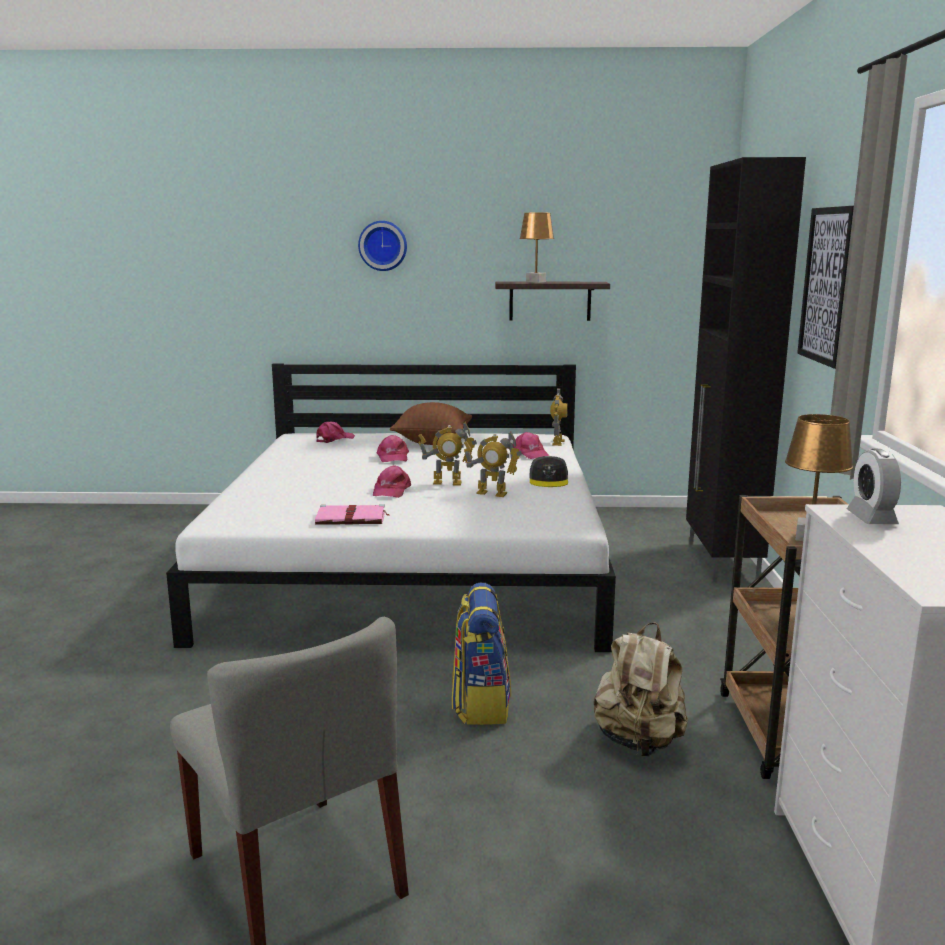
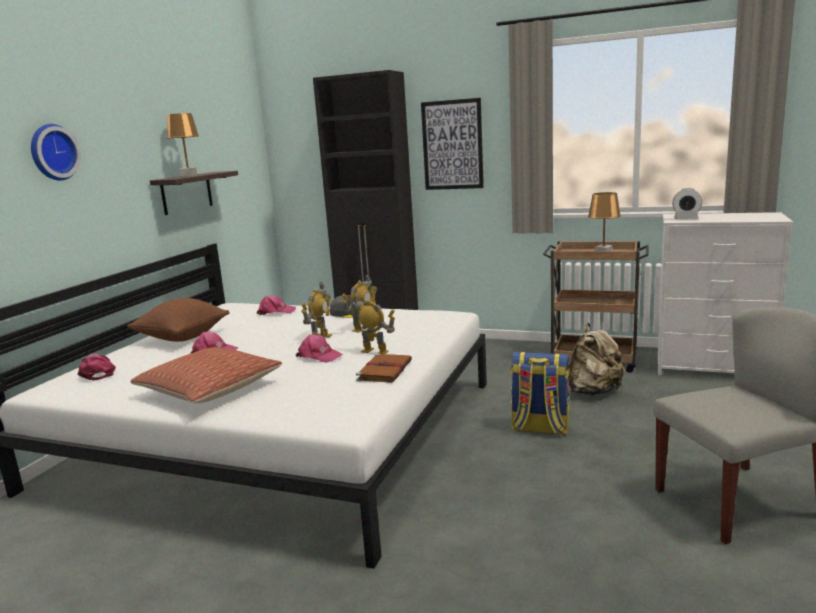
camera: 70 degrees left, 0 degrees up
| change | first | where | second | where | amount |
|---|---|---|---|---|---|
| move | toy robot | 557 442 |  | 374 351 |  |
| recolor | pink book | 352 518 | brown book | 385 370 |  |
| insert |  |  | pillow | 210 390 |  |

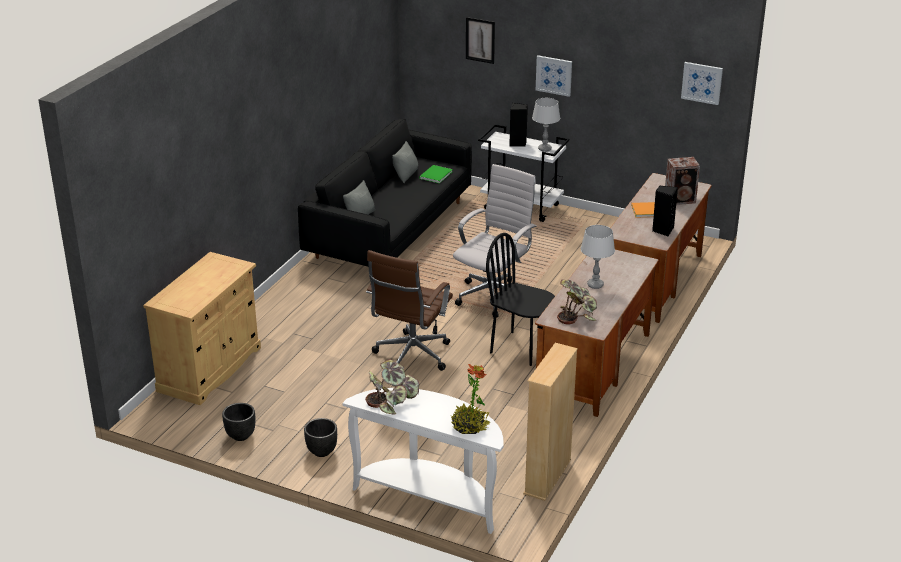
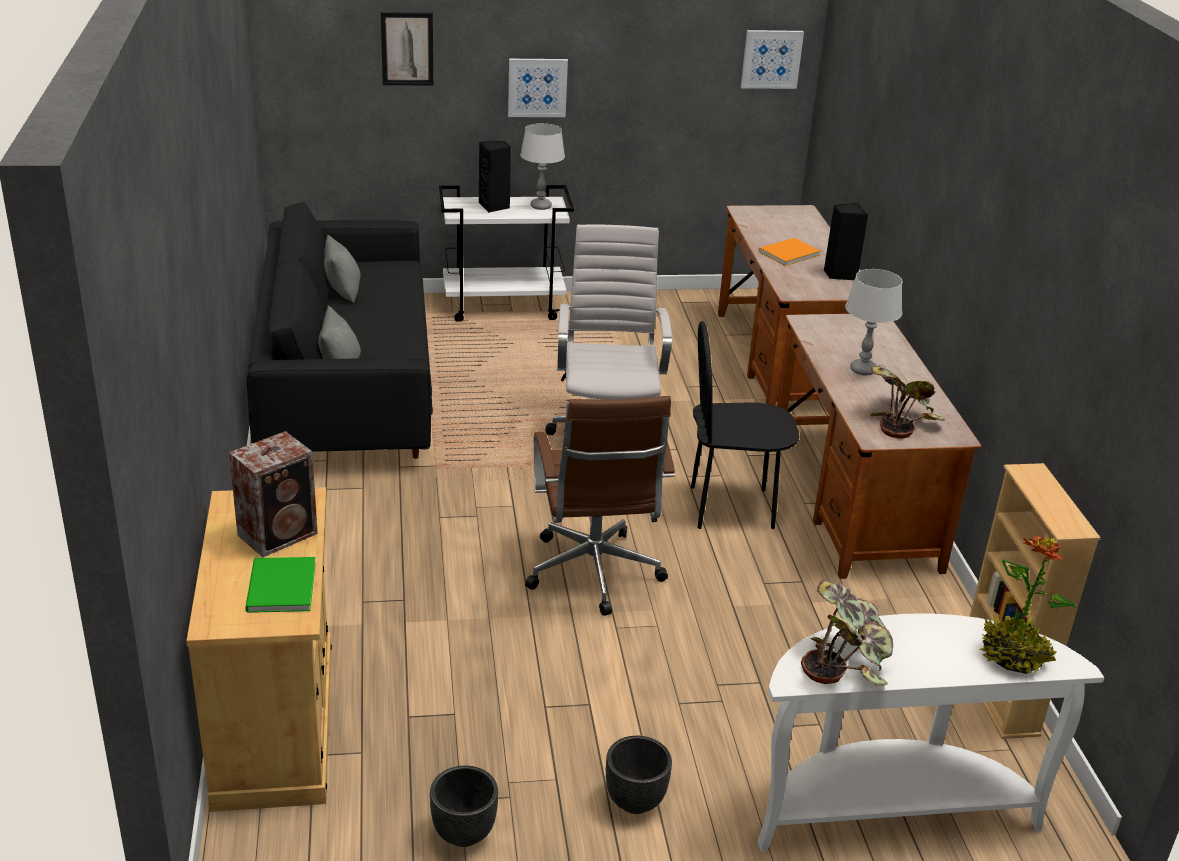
camera: 35 degrees left, 0 degrees up
| change | first | where | second | where | amount |
|---|---|---|---|---|---|
| move | speaker | 681 199 |  | 280 534 |  |
| move | green book | 434 175 |  | 279 589 |  |

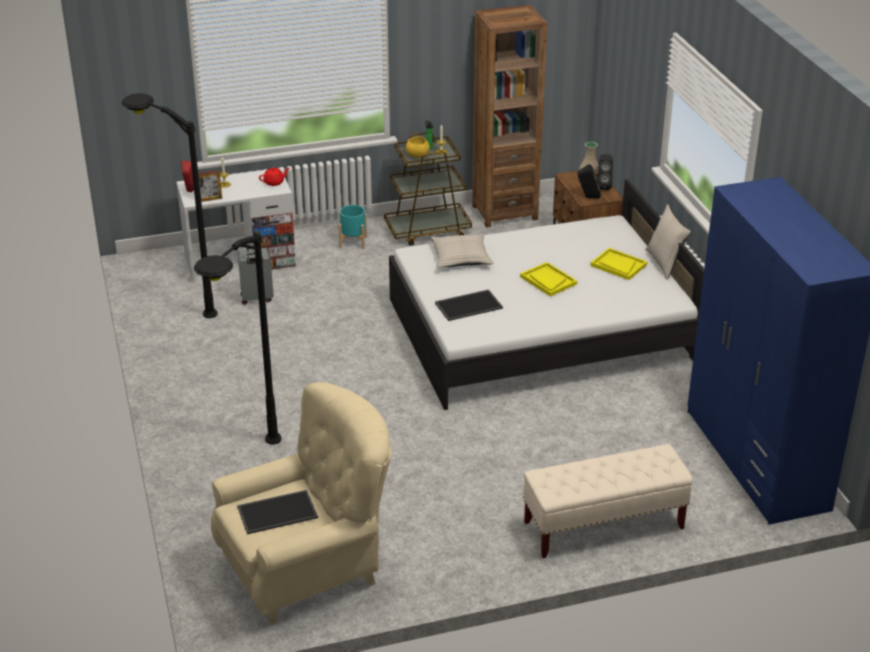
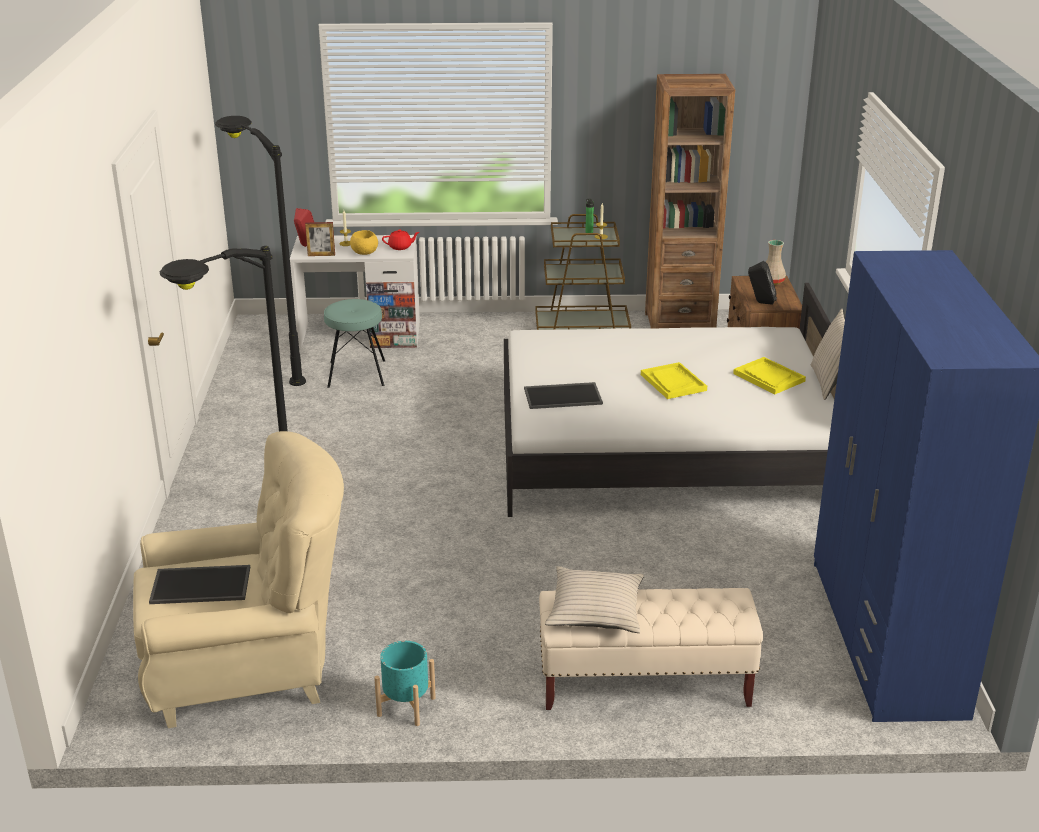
camera: 15 degrees right, 5 degrees down
| change | first | where | second | where | amount |
|---|---|---|---|---|---|
| move | yellow bowl | 417 155 |  | 364 253 |  |
| delete | black speaker | 603 186 |  |  |  |
| move | turquoise planter | 353 242 |  | 406 706 |  |
| move | beige pillow | 461 257 |  | 595 610 |  |
| replace | grey suitcase | 257 298 | turquoise stool | 356 374 |  |

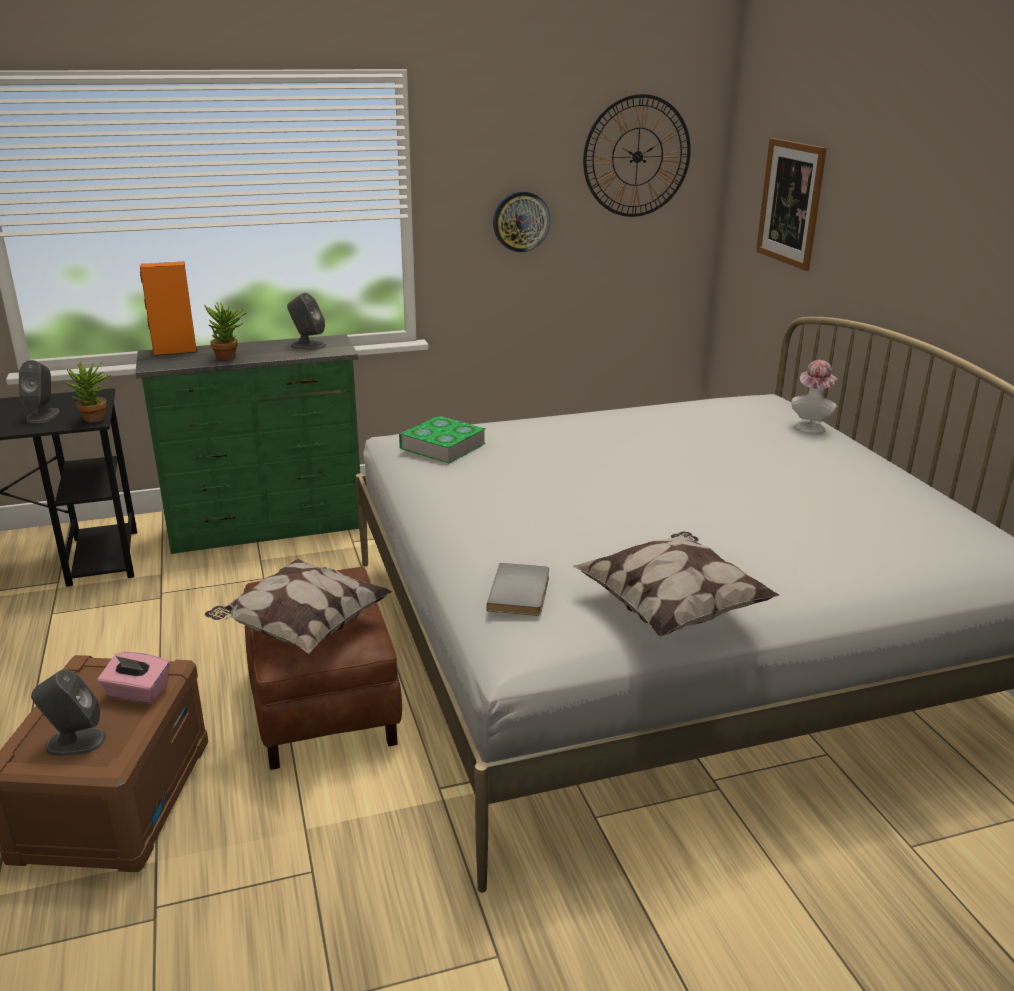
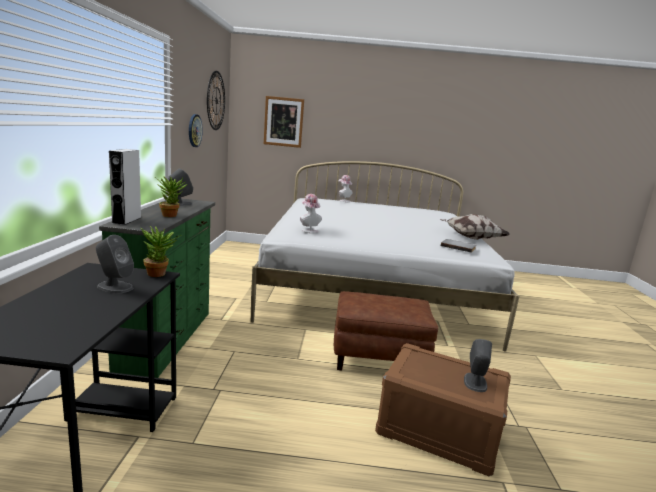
camera: 70 degrees left, 10 degrees down
| change | first | where | second | where | amount |
|---|---|---|---|---|---|
| recolor | orange speaker | 175 351 | grey speaker | 127 220 |  |
| replace | book | 442 446 | hat | 308 230 |  |
| delete | pillow | 302 629 |  |  |  |
| delete | pink tissue box | 137 693 |  |  |  |

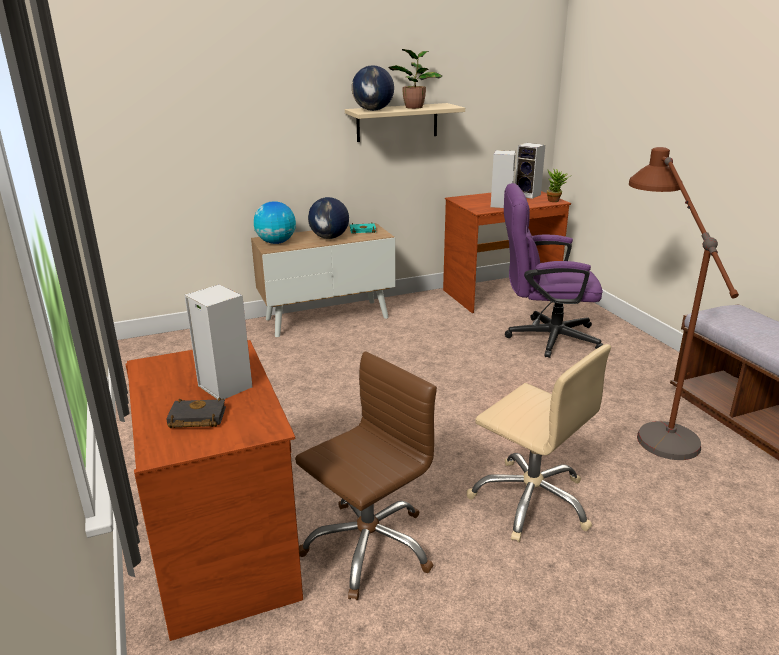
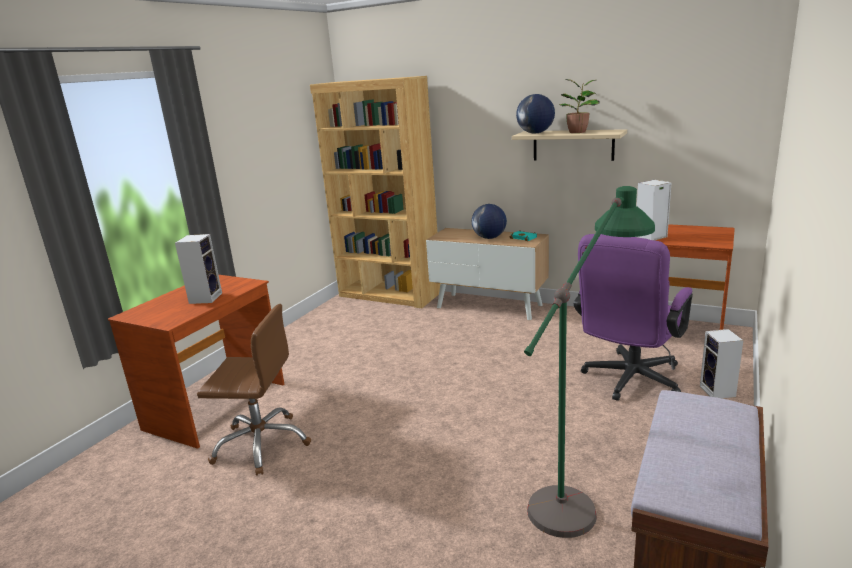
camera: 50 degrees right, 5 degrees down
| change | first | where | second | where | amount |
|---|---|---|---|---|---|
| move | speaker | 528 195 |  | 718 392 |  |
| recolor | brown floor lamp | 648 418 | green floor lamp | 584 485 |  |
| delete | potted plant | 555 201 |  |  |  |
| rotate | purple office chair | 544 337 |  | 628 381 | 105 degrees counterclockwise |
| delete | globe | 276 242 |  |  |  |
| delete | beige office chair | 531 500 |  |  |  |
| delete | black book | 195 419 |  |  |  |
| insert |  |  | brown bookcase | 389 294 |  |

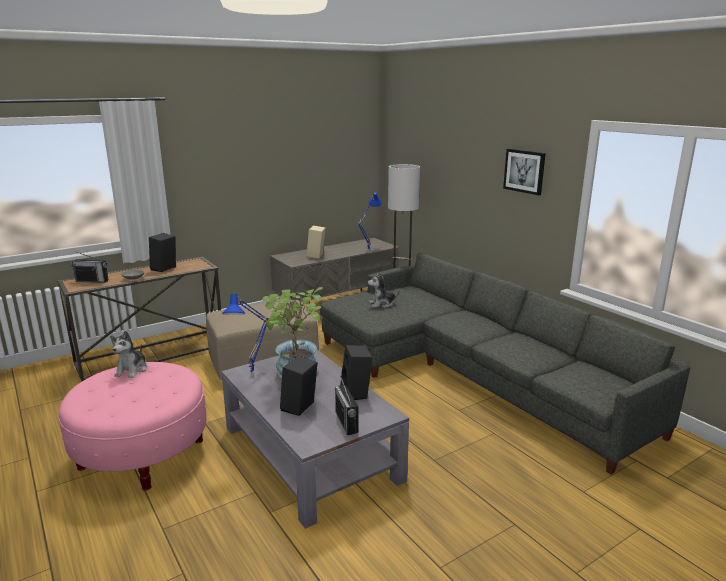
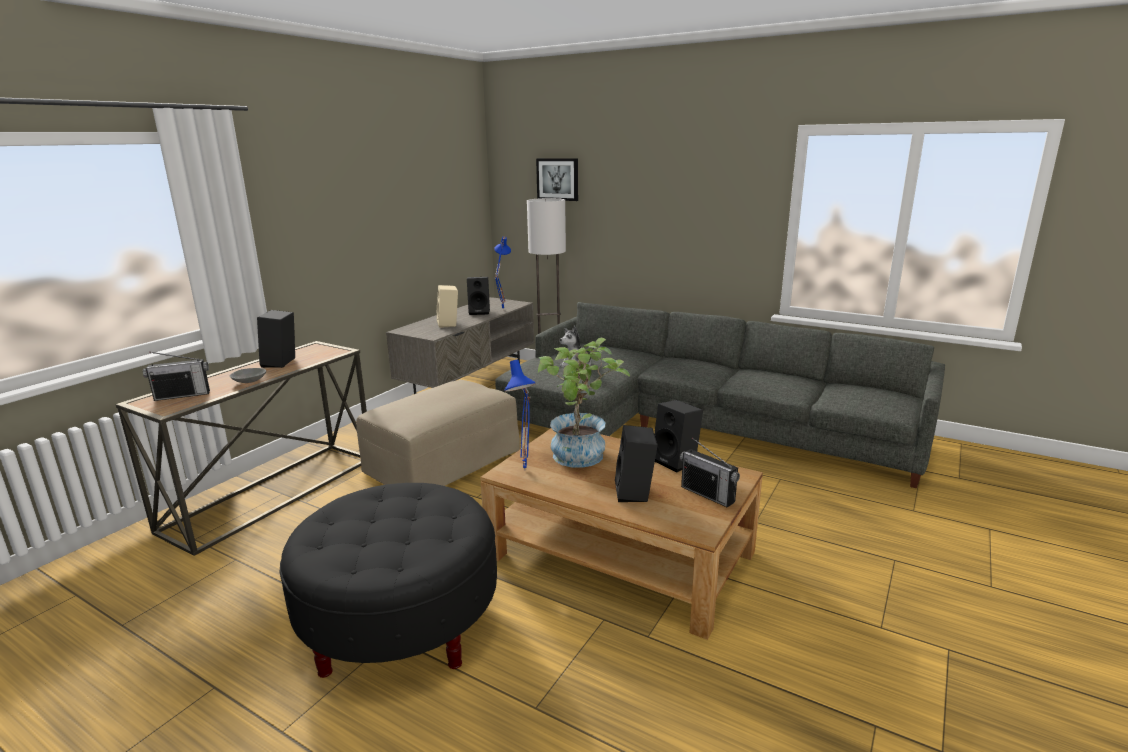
camera: 25 degrees left, 0 degrees up
| change | first | where | second | where | amount |
|---|---|---|---|---|---|
| move | picture | 524 171 |  | 558 179 |  |
| delete | plush toy | 132 370 |  |  |  |
| recolor | grey coffee table | 310 453 | brown coffee table | 621 554 |  |
| recolor | pink ottoman | 142 454 | black ottoman | 401 623 |  |
| insert |  |  | black speaker | 480 312 |  |

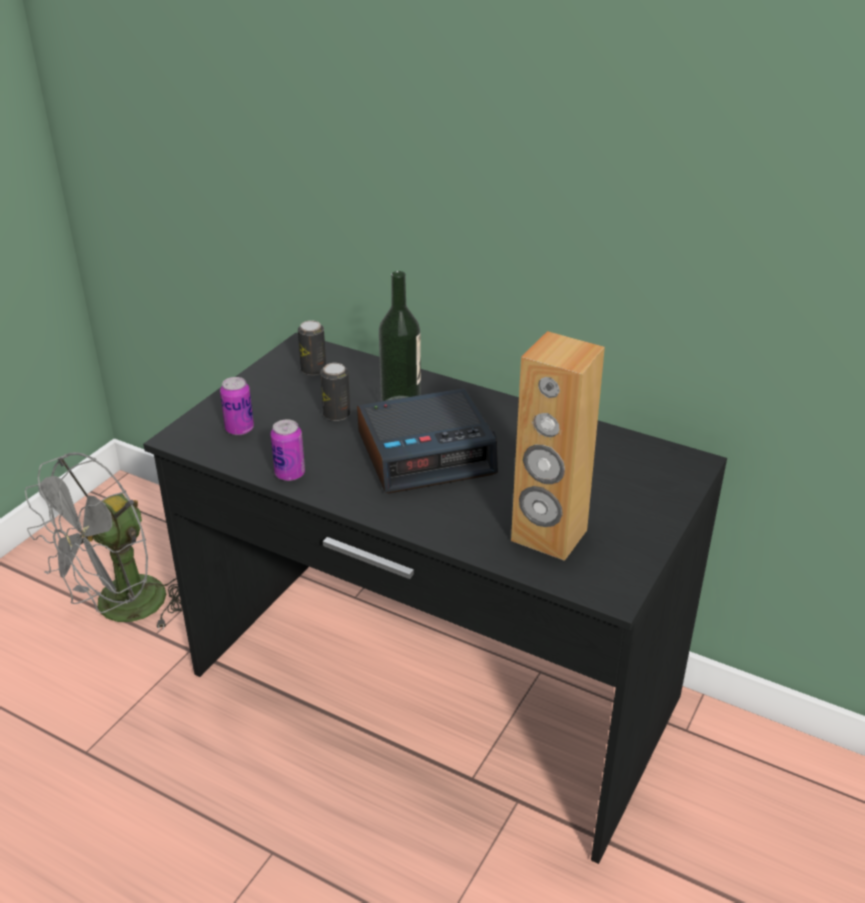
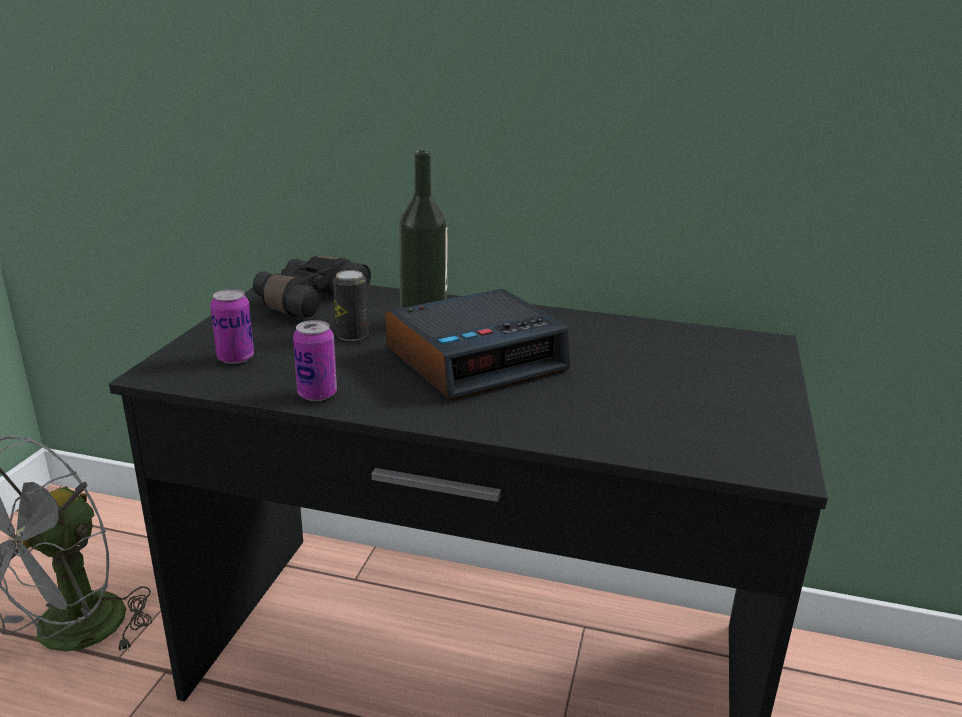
camera: 15 degrees left, 10 degrees down
| change | first | where | second | where | amount |
|---|---|---|---|---|---|
| replace | can | 313 370 | black binoculars | 307 301 |  |
| delete | brown speaker | 548 536 |  |  |  |

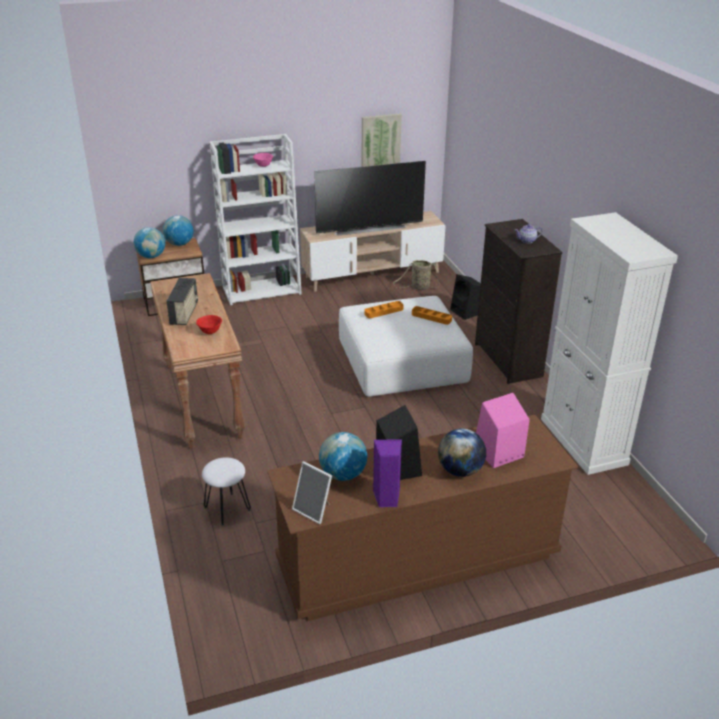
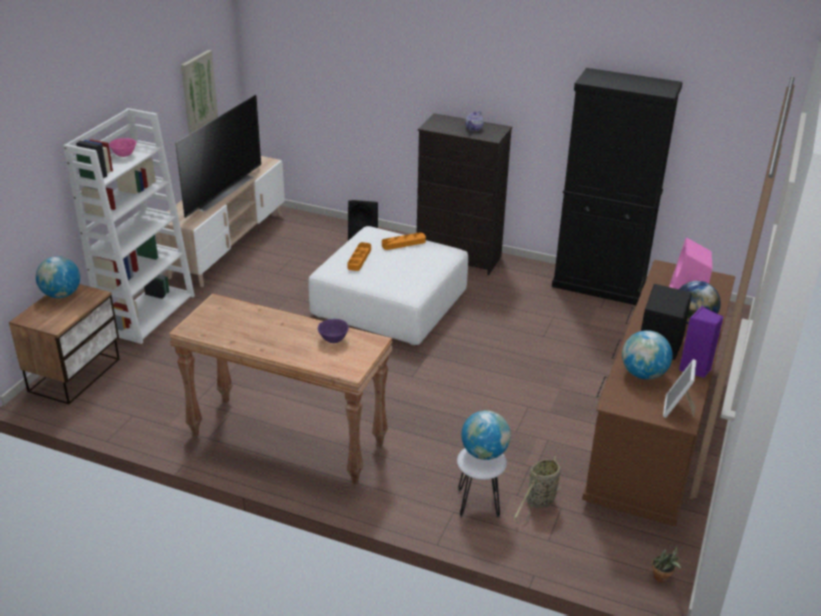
camera: 50 degrees left, 0 degrees up
| change | first | where | second | where | amount |
|---|---|---|---|---|---|
| recolor | white cabinet | 583 441 | black cabinet | 599 285 |  |
| move | globe | 151 256 |  | 484 453 |  |
| move | basket | 419 287 |  | 539 502 |  |
| delete | radio | 184 314 |  |  |  |
| recolor | red bowl | 210 332 | purple bowl | 333 340 |  |
| rotate | picture frame | 314 510 |  | 678 409 | 120 degrees clockwise |
| insert |  |  | potted plant | 662 578 |  |

